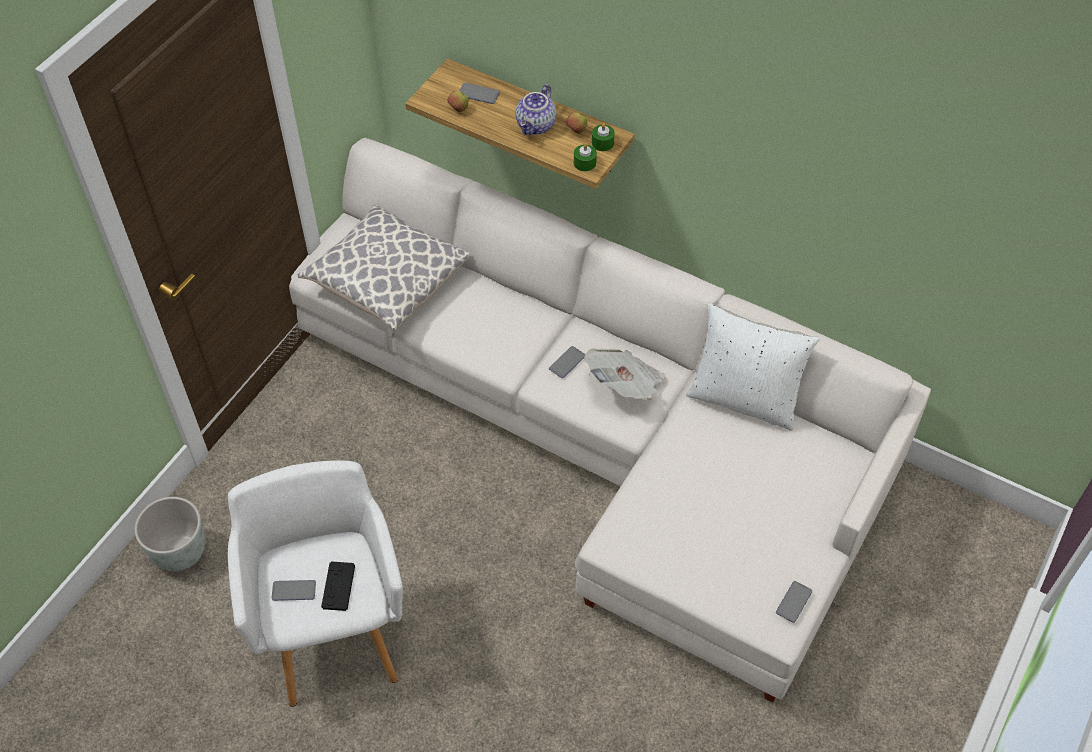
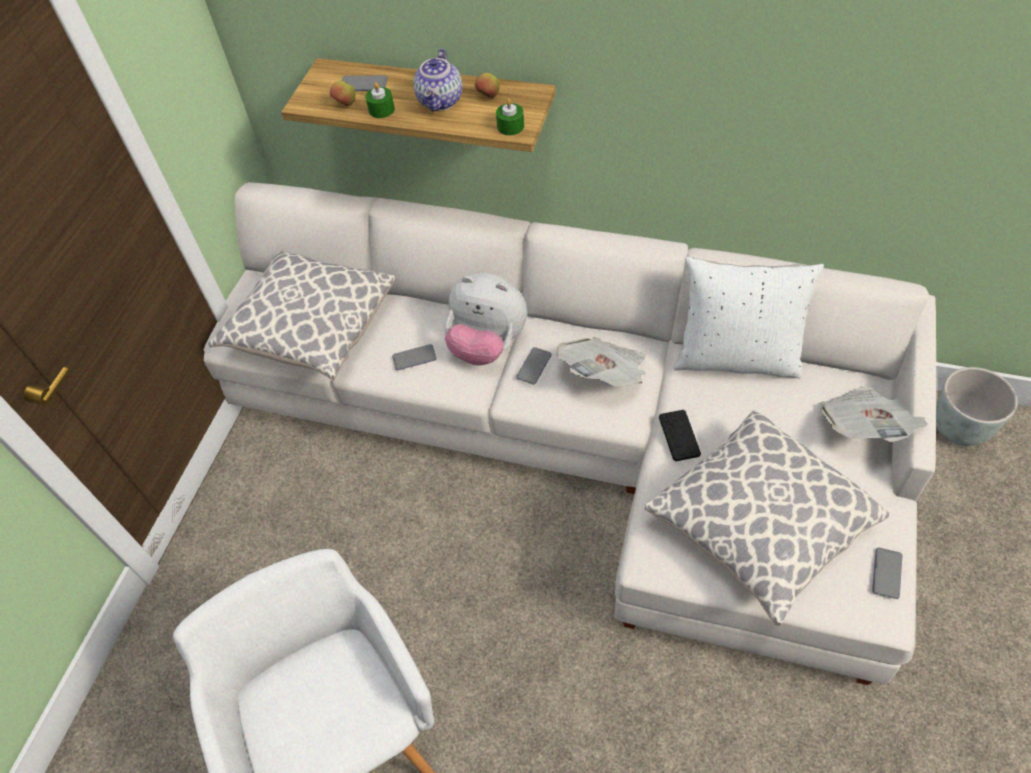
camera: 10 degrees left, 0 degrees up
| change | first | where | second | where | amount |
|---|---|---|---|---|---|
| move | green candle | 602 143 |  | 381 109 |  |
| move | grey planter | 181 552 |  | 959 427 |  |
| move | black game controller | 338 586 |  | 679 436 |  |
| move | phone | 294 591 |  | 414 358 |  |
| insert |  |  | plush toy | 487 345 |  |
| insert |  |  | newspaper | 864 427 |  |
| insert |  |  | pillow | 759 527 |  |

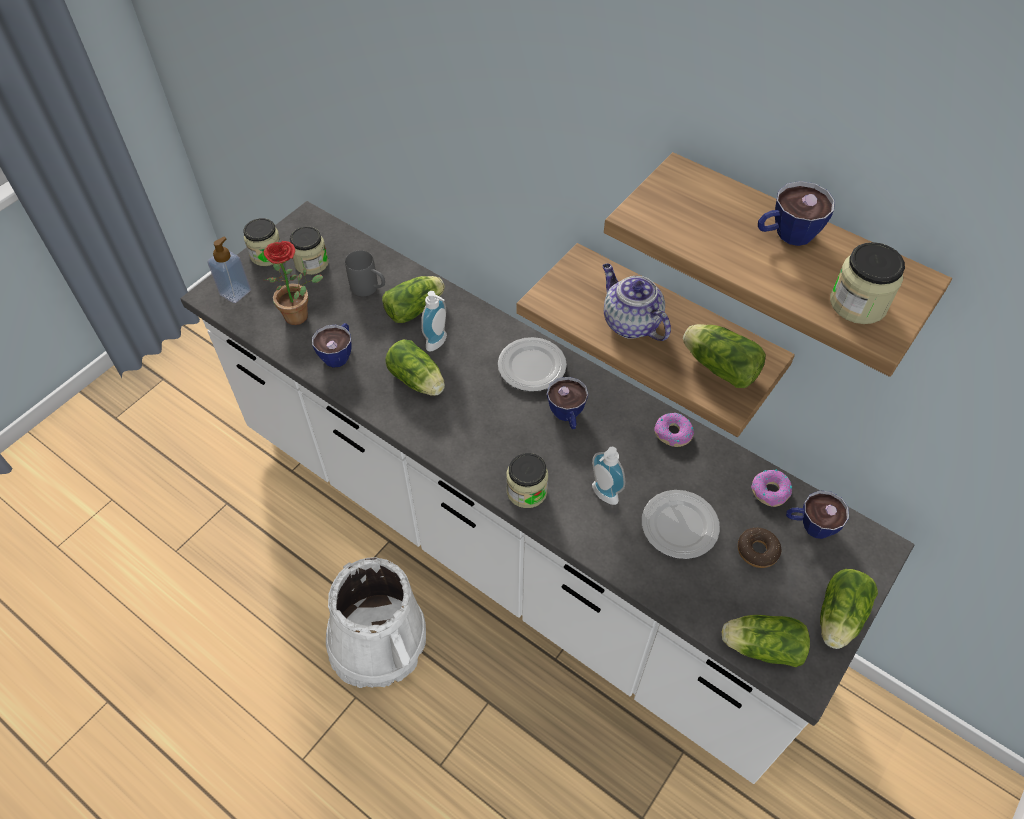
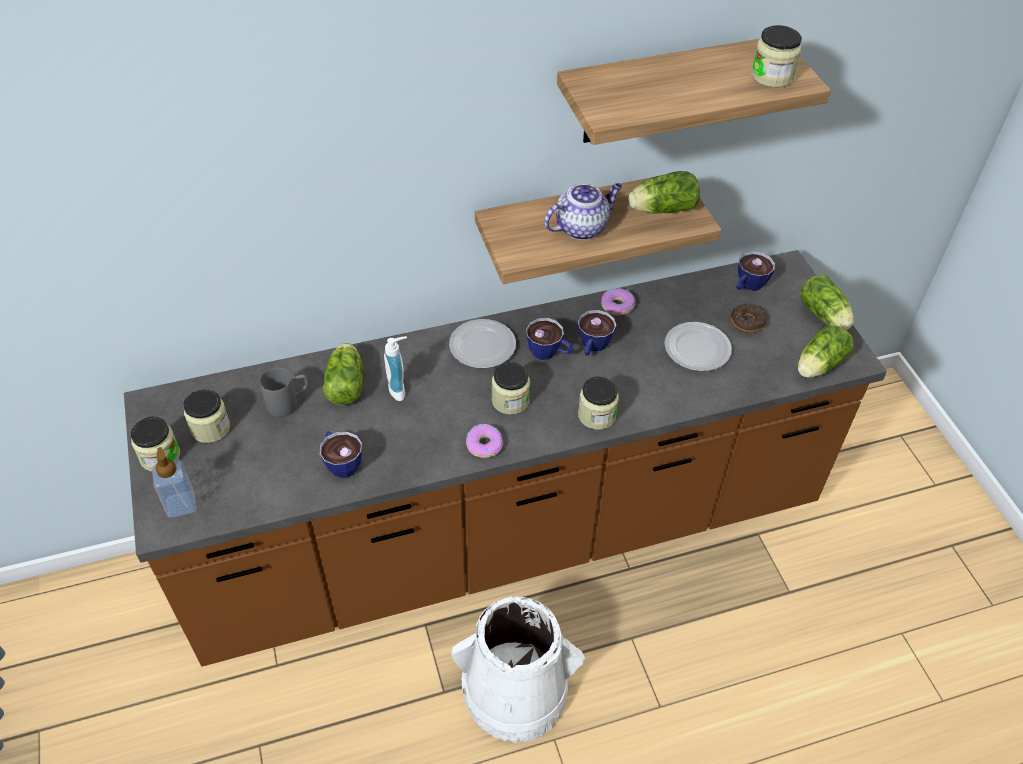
camera: 55 degrees left, 5 degrees down
| change | first | where | second | where | amount |
|---|---|---|---|---|---|
| move | cup | 786 235 |  | 592 347 |  |
| recolor | white counter | 512 545 | brown counter | 508 535 |  |
| delete | potted plant | 301 315 |  |  |  |
| rotate | teapot | 630 322 |  | 582 227 | 150 degrees clockwise |
| delete | lettuce | 418 381 |  |  |  |
| delete | soap dispenser | 602 496 |  |  |  |
| move | donut | 770 491 |  | 484 444 |  |
| insert |  |  | jar | 510 400 |  |

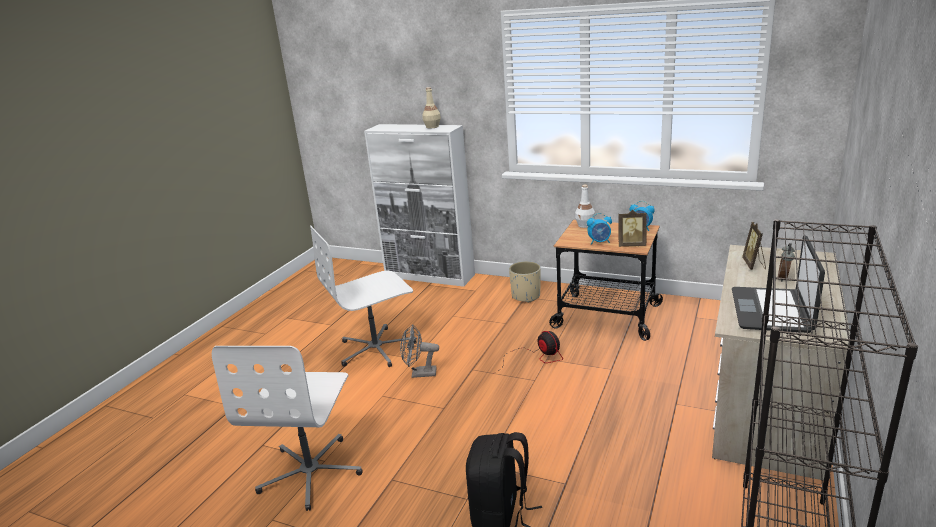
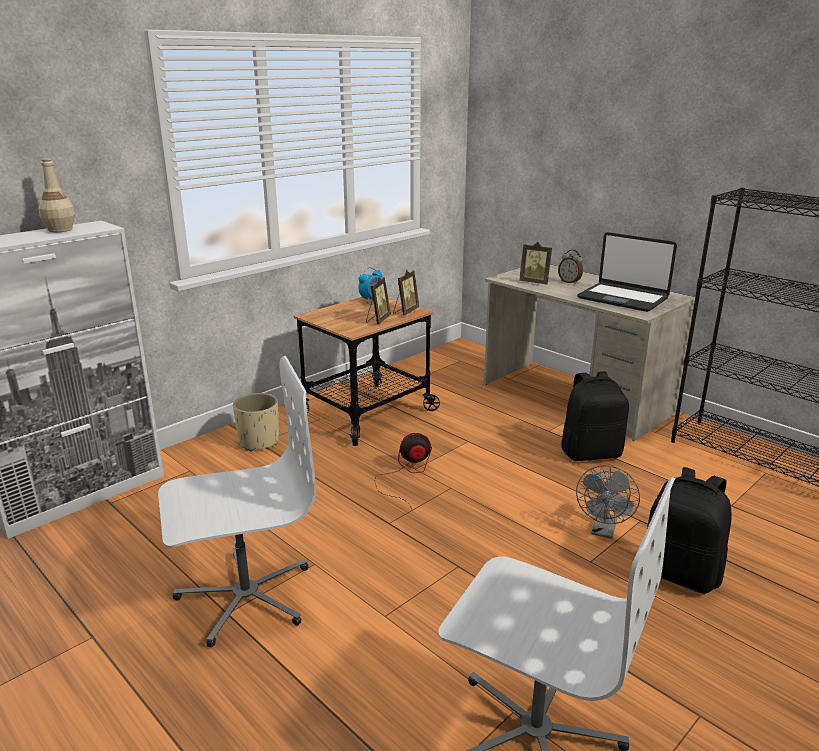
camera: 70 degrees left, 0 degrees up
| change | first | where | second | where | amount |
|---|---|---|---|---|---|
| delete | white bottle | 585 225 |  |  |  |
| replace | alarm clock | 599 242 | picture frame | 377 320 |  |
| rotate | white office chair | 376 349 |  | 245 596 | 105 degrees counterclockwise |
| move | grey fan | 419 374 |  | 604 531 |  |
| insert |  |  | black backpack | 591 453 |  |

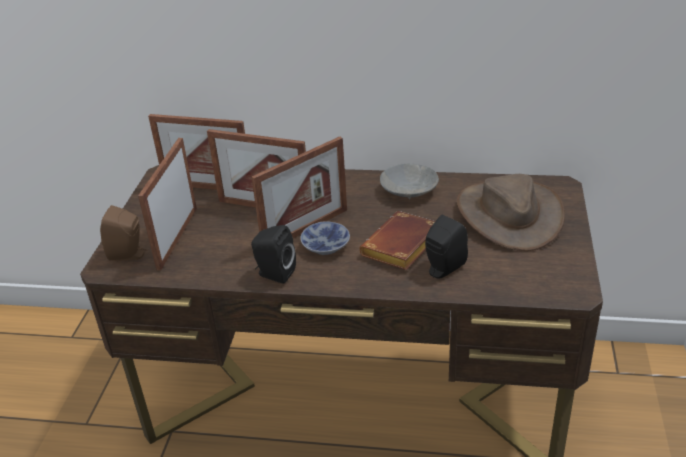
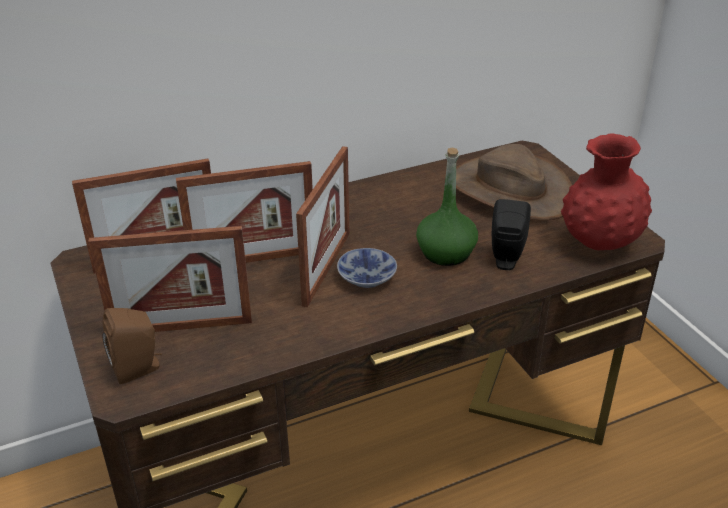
camera: 35 degrees left, 0 degrees up
| change | first | where | second | where | amount |
|---|---|---|---|---|---|
| rotate | picture frame | 177 237 |  | 181 327 | 75 degrees counterclockwise |
| delete | grey bowl | 409 190 |  |  |  |
| replace | brown book | 402 248 | green bottle | 446 253 |  |
| delete | black speaker | 274 274 |  |  |  |
| insert |  |  | red vase | 599 244 |  |

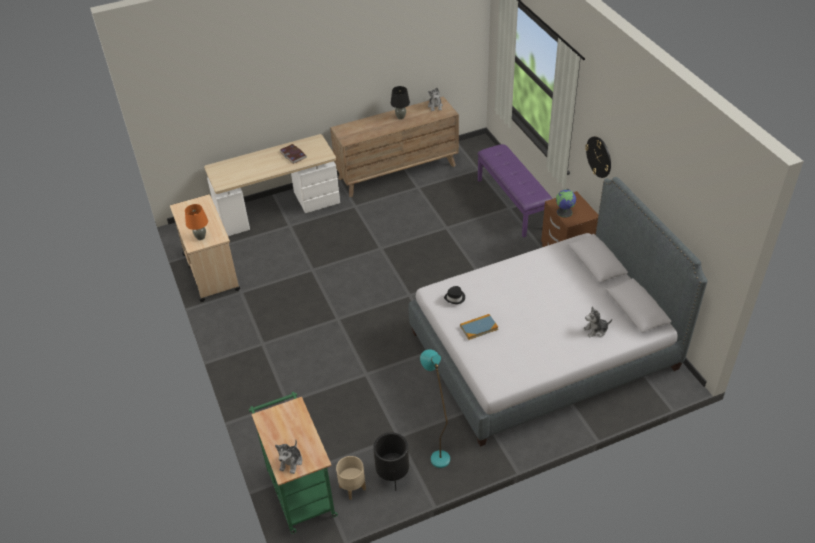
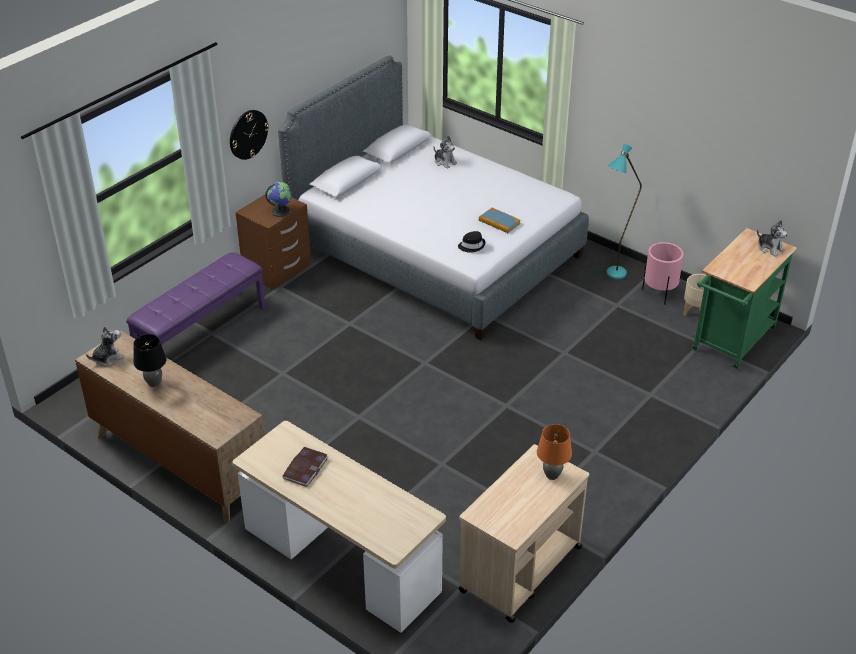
camera: 120 degrees left, 5 degrees down
| change | first | where | second | where | amount |
|---|---|---|---|---|---|
| recolor | black planter | 393 476 | pink planter | 659 293 |  |
| rotate | plush toy | 291 462 |  | 770 248 | 60 degrees clockwise |

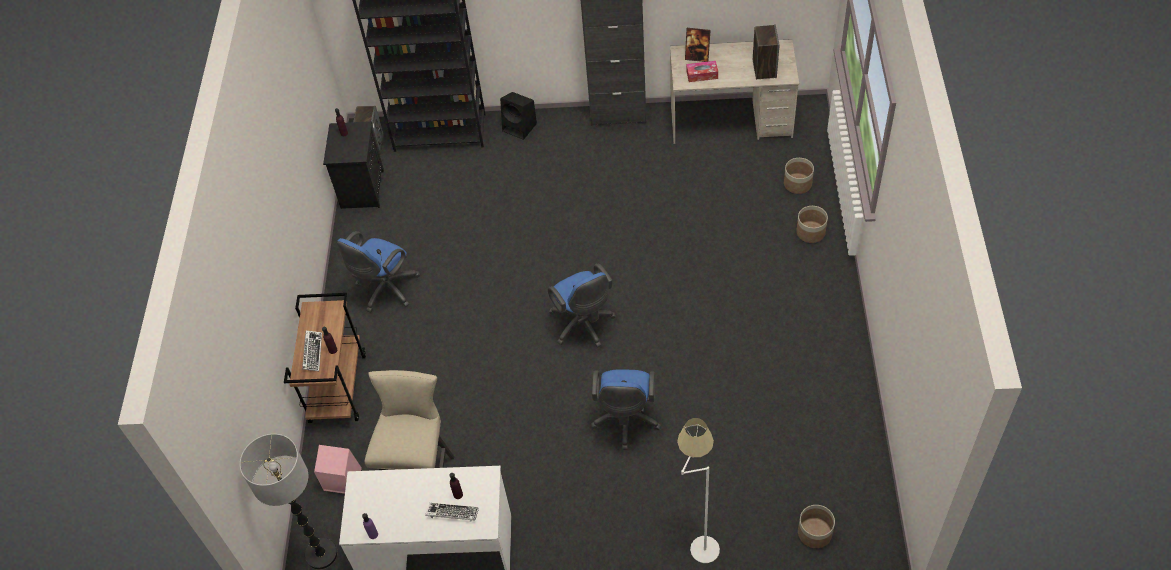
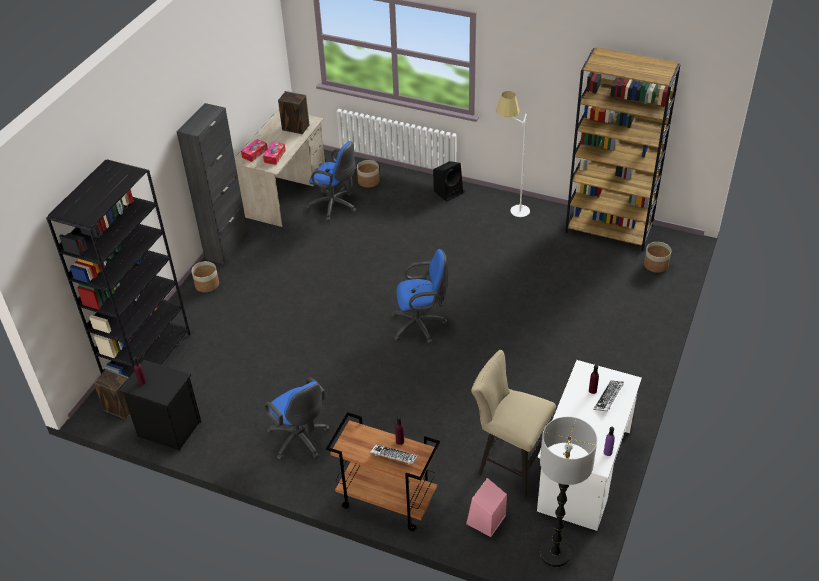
camera: 70 degrees left, 10 degrees down
| change | first | where | second | where | amount |
|---|---|---|---|---|---|
| replace | picture frame | 697 57 | tissue box | 254 153 |  |
| move | black speaker | 520 127 |  | 448 192 |  |
| move | planter | 810 232 |  | 207 284 |  |
| move | blue office chair | 626 422 |  | 335 206 |  |
| move | white floor lamp | 697 538 |  | 511 211 |  |
| insert |  |  | brown bookcase | 609 229 |  |

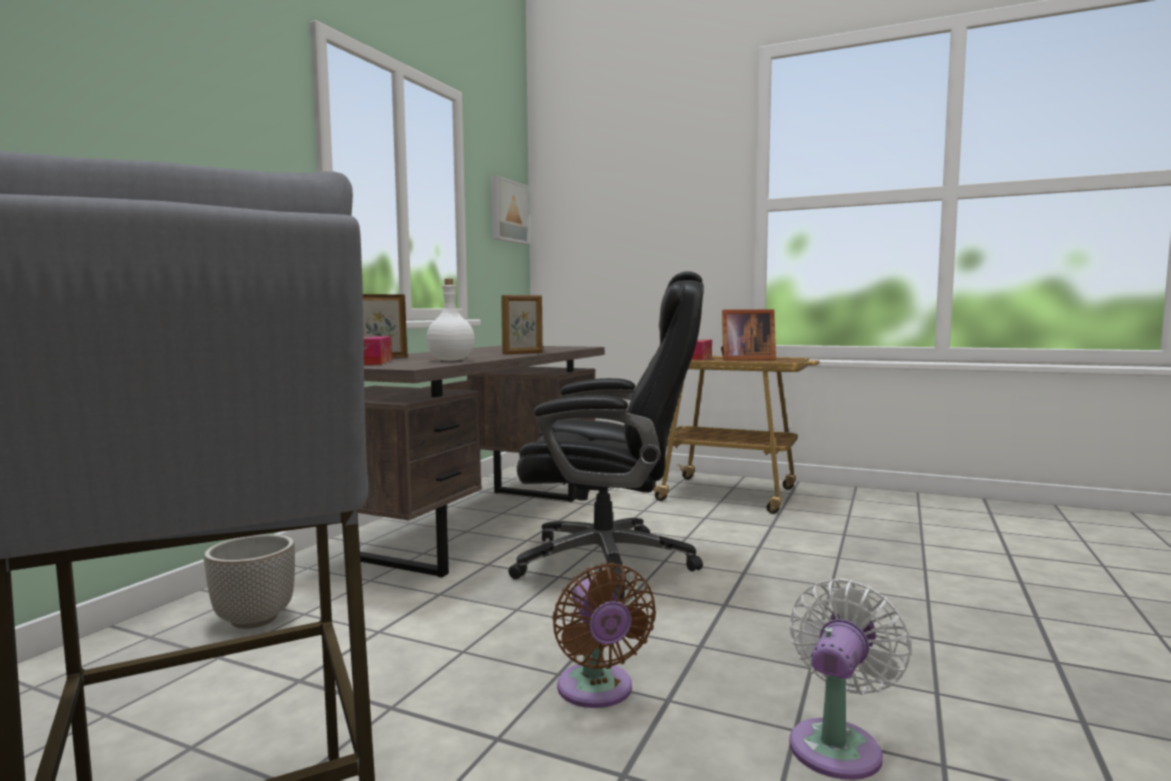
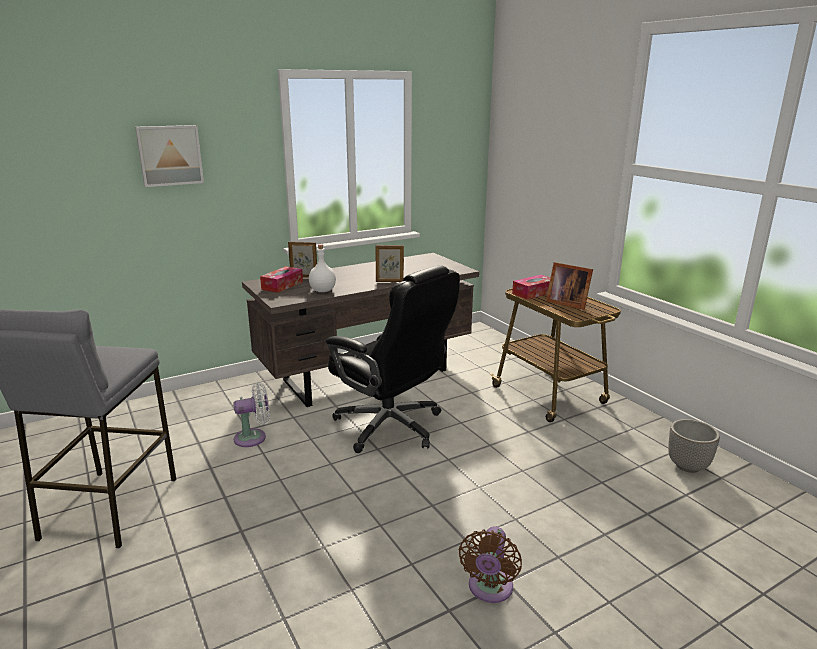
camera: 35 degrees right, 15 degrees up
| change | first | where | second | where | amount |
|---|---|---|---|---|---|
| move | picture | 507 211 |  | 170 155 |  |
| move | planter | 256 620 |  | 688 466 |  |
| move | brown fan | 597 691 |  | 489 589 |  |
| move | white fan | 838 744 |  | 253 437 |  |

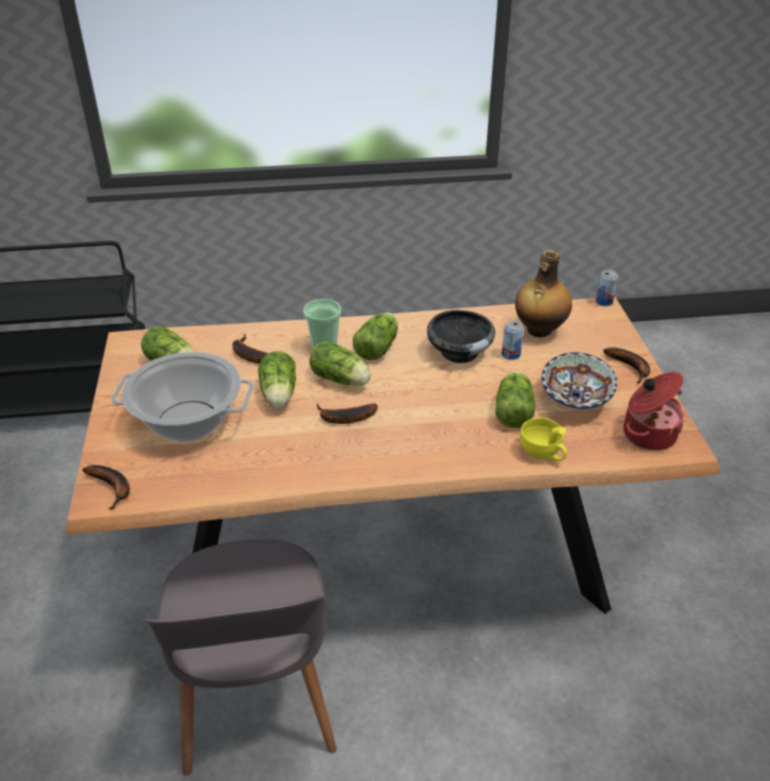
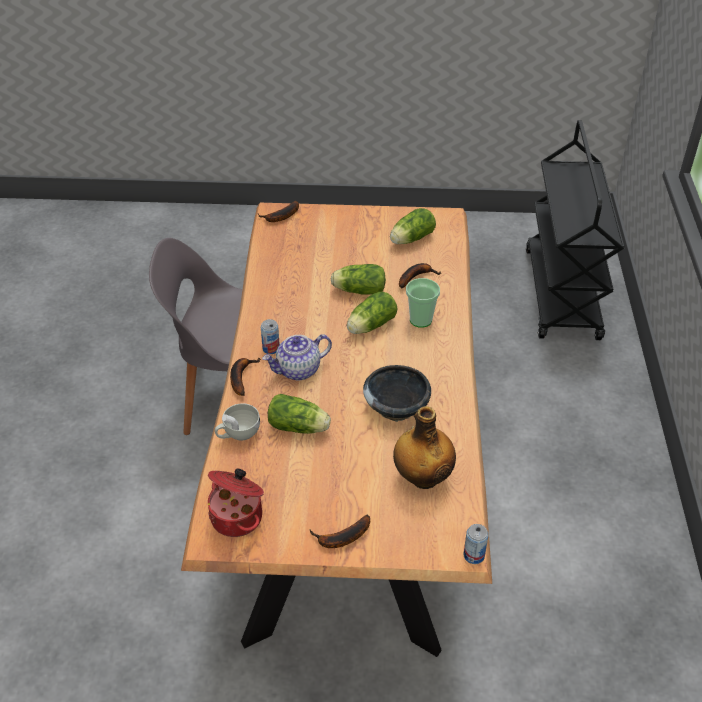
camera: 100 degrees right, 5 degrees up
| change | first | where | second | where | amount |
|---|---|---|---|---|---|
| delete | lettuce | 378 347 |  |  |  |
| move | can | 511 354 |  | 271 348 |  |
| delete | cooking pot | 189 421 |  |  |  |
| delete | bowl | 574 398 |  |  |  |
| move | banana | 344 418 |  | 241 377 |  |
| recolor | yellow cup | 543 453 | white cup | 238 433 |  |
| insert |  |  | teapot | 298 370 |  |

